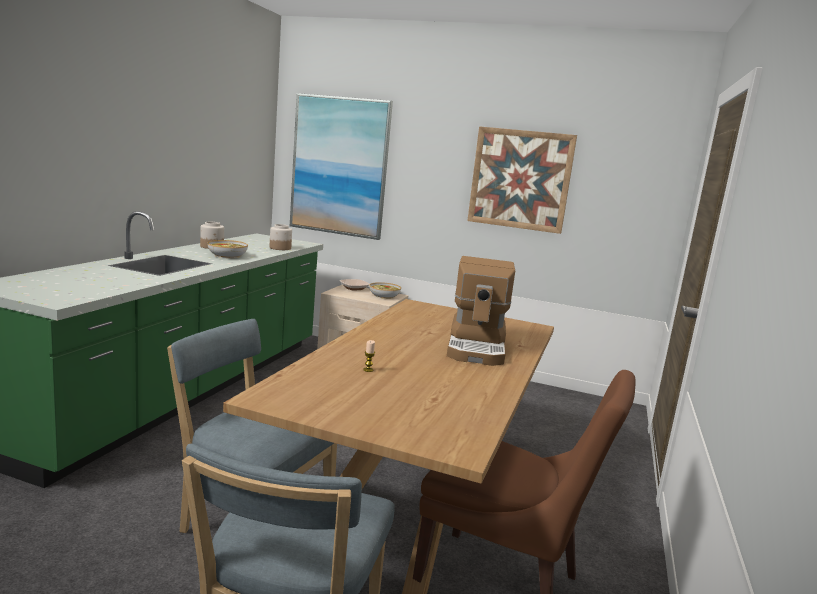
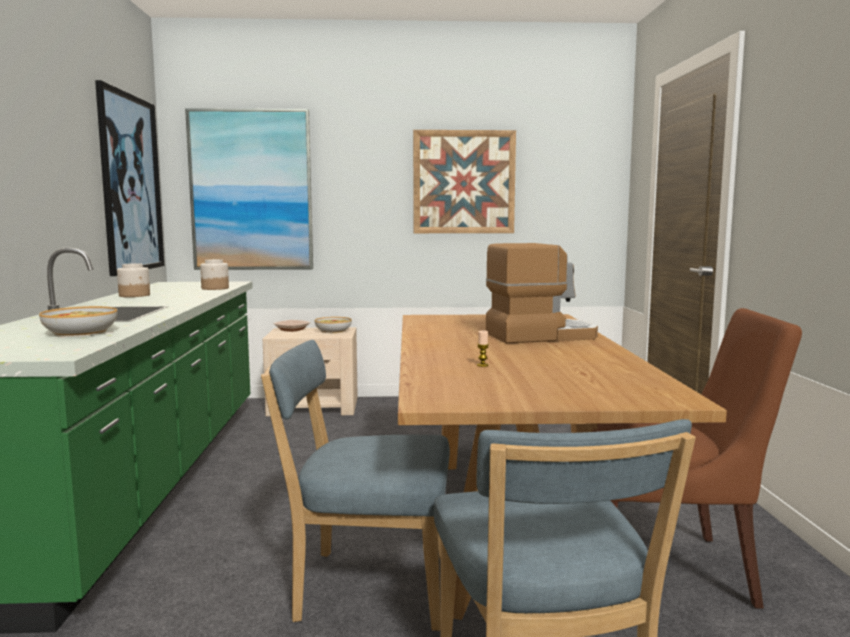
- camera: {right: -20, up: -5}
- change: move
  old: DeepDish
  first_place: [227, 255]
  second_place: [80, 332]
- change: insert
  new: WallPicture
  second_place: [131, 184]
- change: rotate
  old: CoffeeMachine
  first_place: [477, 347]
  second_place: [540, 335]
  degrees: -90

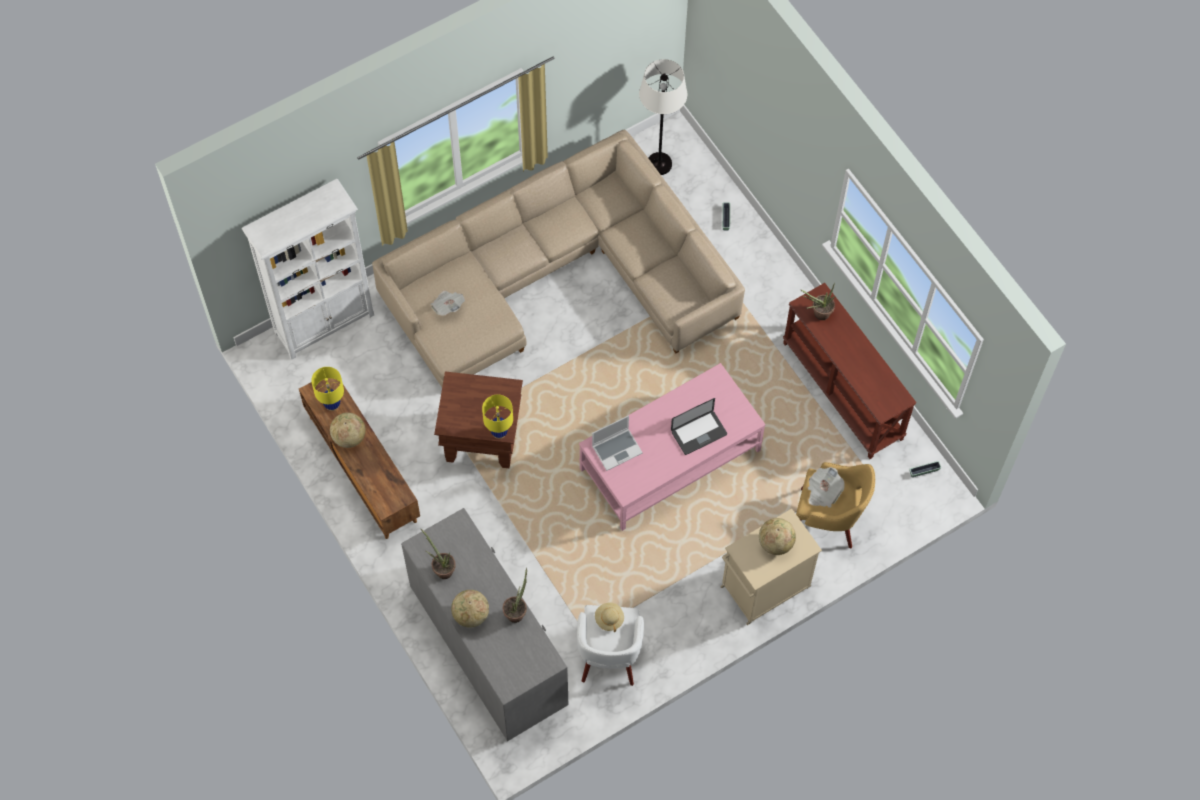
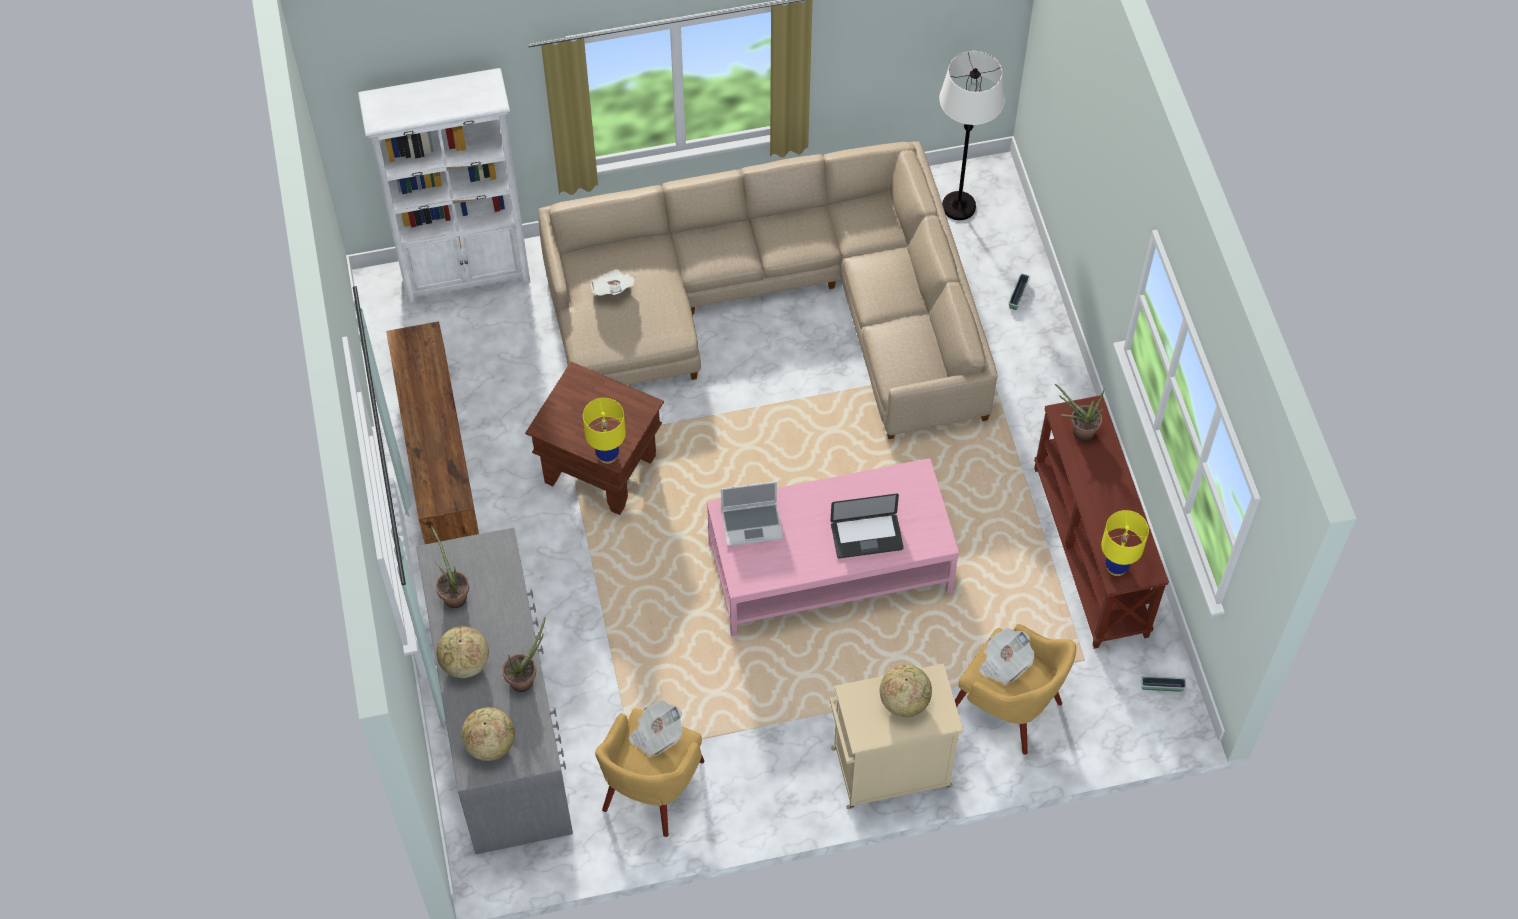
- camera: {right: 20, up: -5}
- change: move
  old: WorldGlobe
  first_place: [349, 437]
  second_place: [490, 744]
- change: recolor
  old: WhiteEasyChair
  new: YellowColouredEasyChair
  first_place: [609, 655]
  second_place: [651, 788]
- change: replace
  old: SandColouredHat
  new: PrintedPaper
  first_place: [609, 619]
  second_place: [656, 735]
- change: move
  old: YellowColouredTabletopLamp
  first_place: [332, 404]
  second_place: [1116, 567]

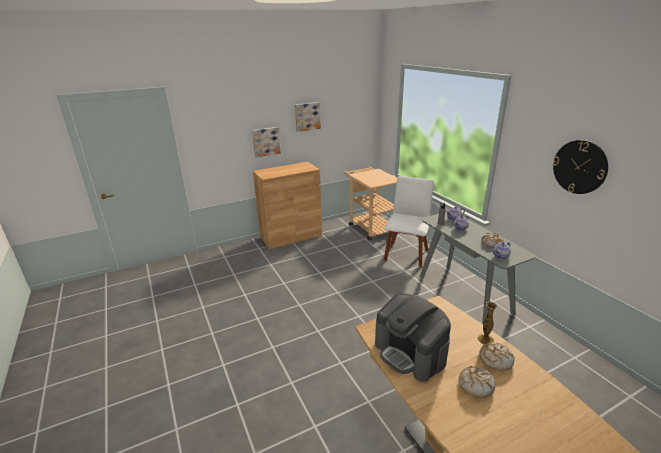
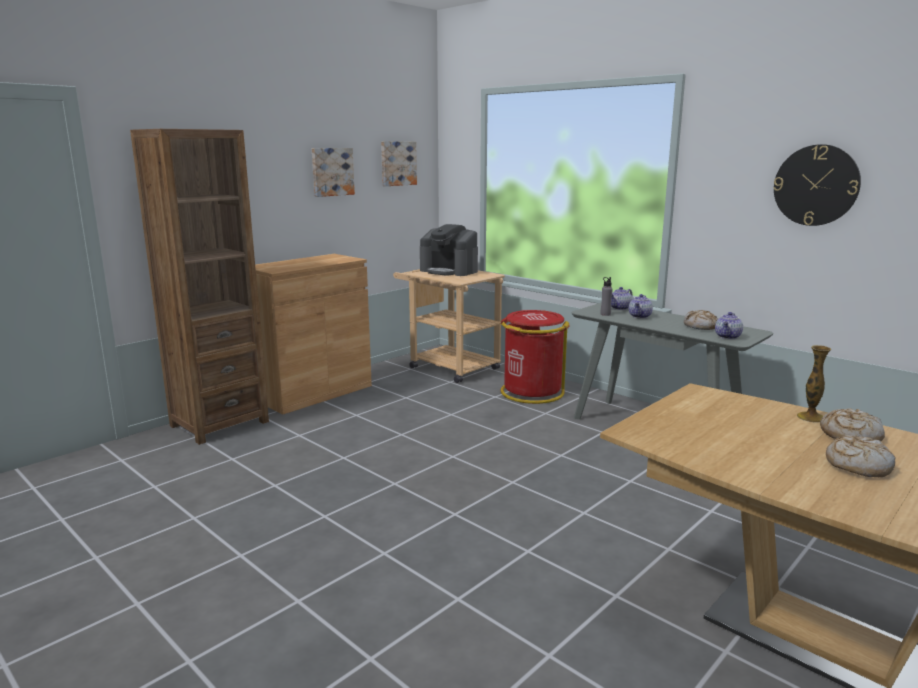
- camera: {right: -20, up: -10}
- change: insert
  new: BrownColouredBookcase
  second_place: [219, 424]
- change: move
  old: WallPicture
  first_place: [266, 141]
  second_place: [397, 163]
- change: move
  old: CoffeeMachine
  first_place: [410, 353]
  second_place: [449, 271]
- change: replace
  old: WhiteChair
  new: RedColouredWasteBin
  first_place: [406, 253]
  second_place: [531, 392]

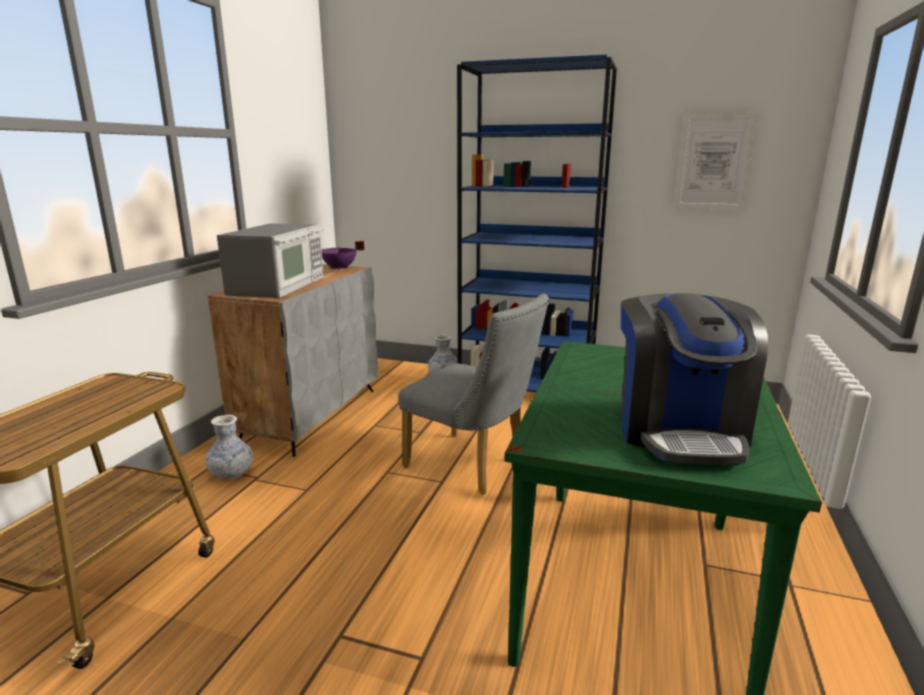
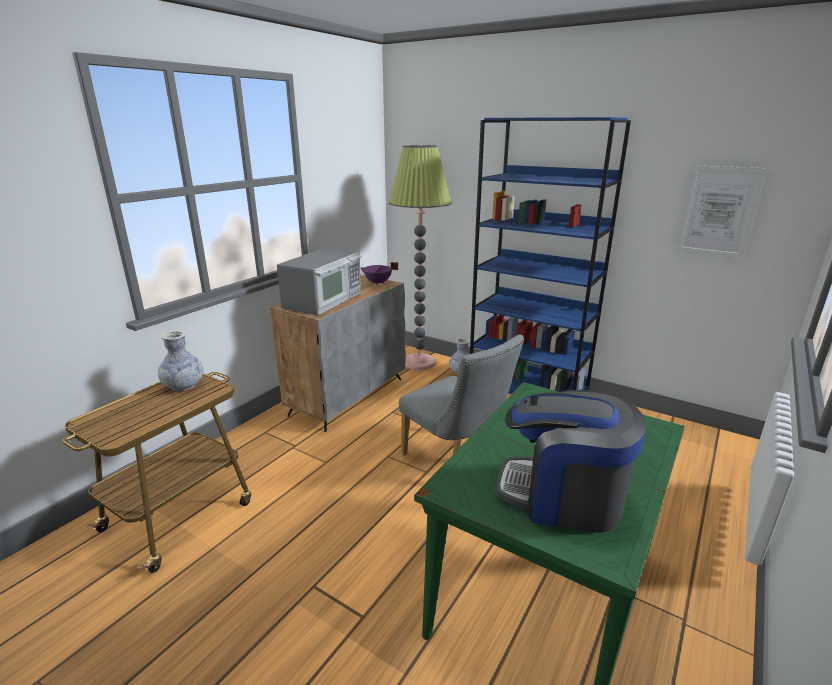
- camera: {right: 15, up: 5}
- change: move
  old: Vase
  first_place: [231, 473]
  second_place: [183, 385]
- change: insert
  new: StandingLamp
  second_place: [419, 363]
- change: rotate
  old: CoffeeMachine
  first_place: [679, 430]
  second_place: [562, 496]
  degrees: 90

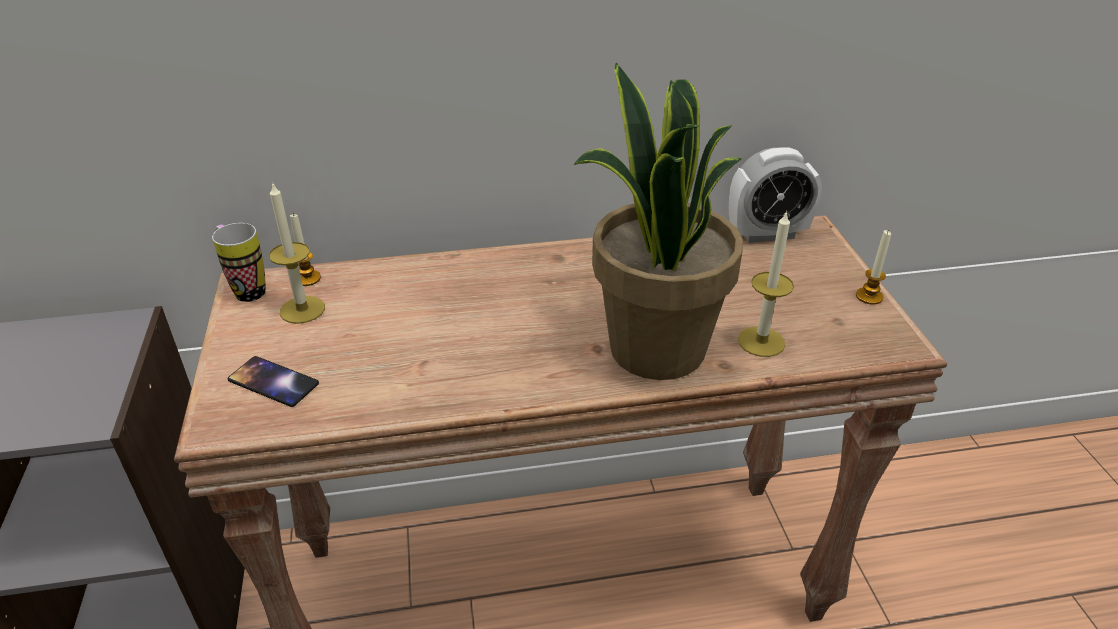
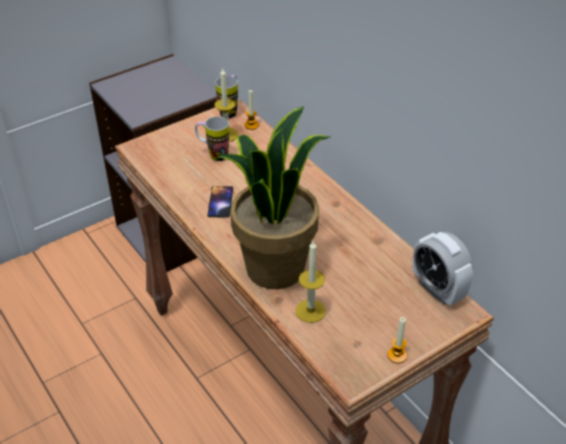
- camera: {right: 65, up: 5}
- change: insert
  new: CoffeeMug
  second_place: [213, 155]
- change: move
  old: Telephone
  first_place: [273, 382]
  second_place: [220, 202]

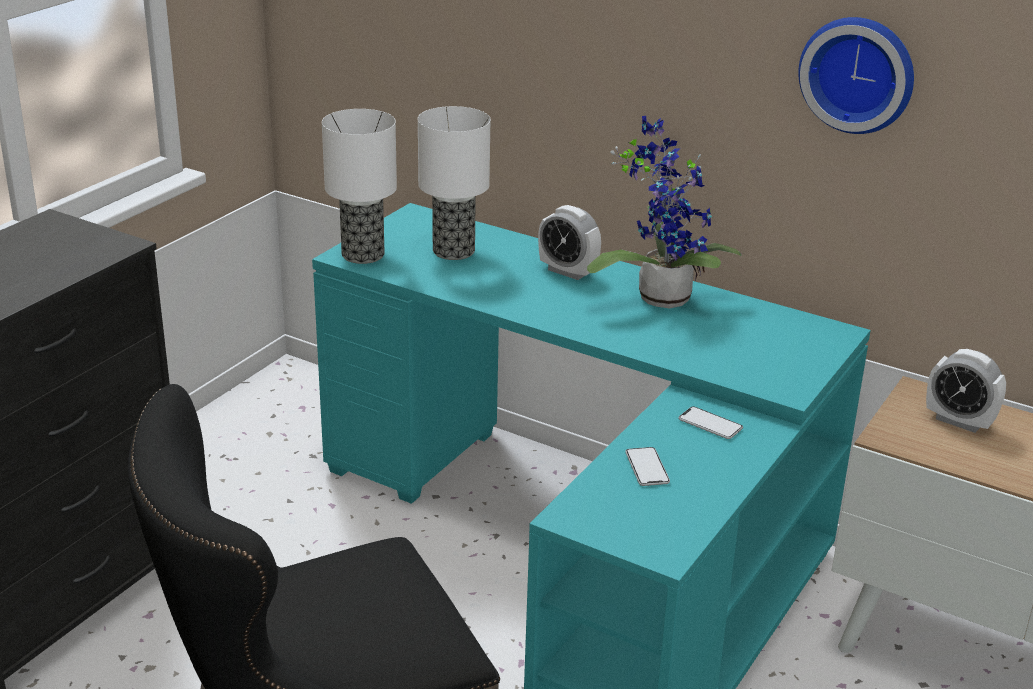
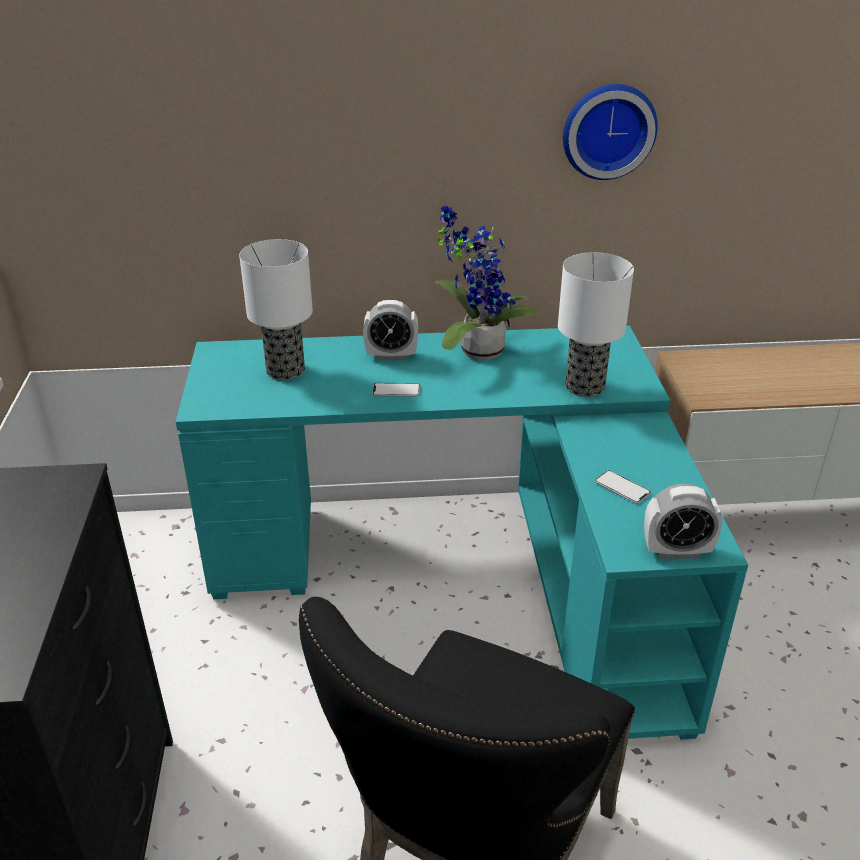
- camera: {right: -35, up: 5}
- change: move
  old: Telephone
  first_place: [710, 424]
  second_place: [396, 391]
- change: move
  old: TabletopLamp
  first_place: [364, 255]
  second_place: [585, 386]
- change: move
  old: BedsideClock
  first_place: [959, 421]
  second_place: [676, 551]

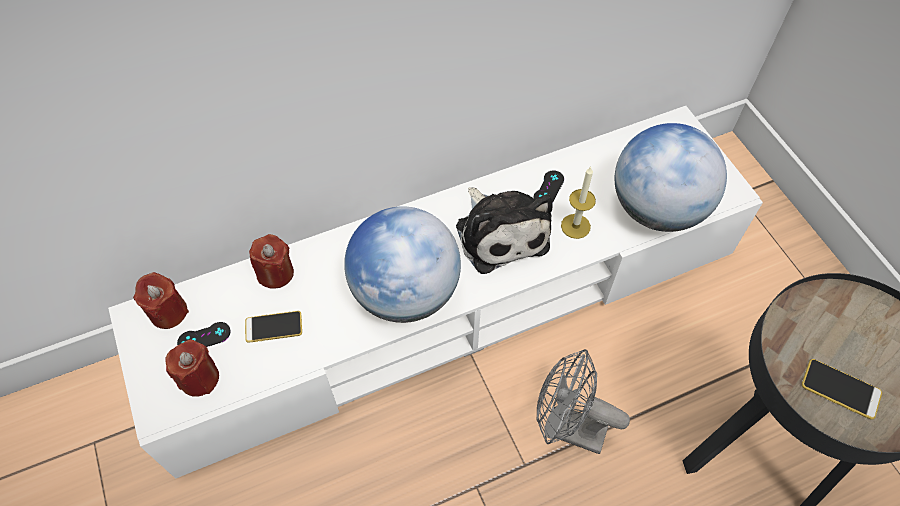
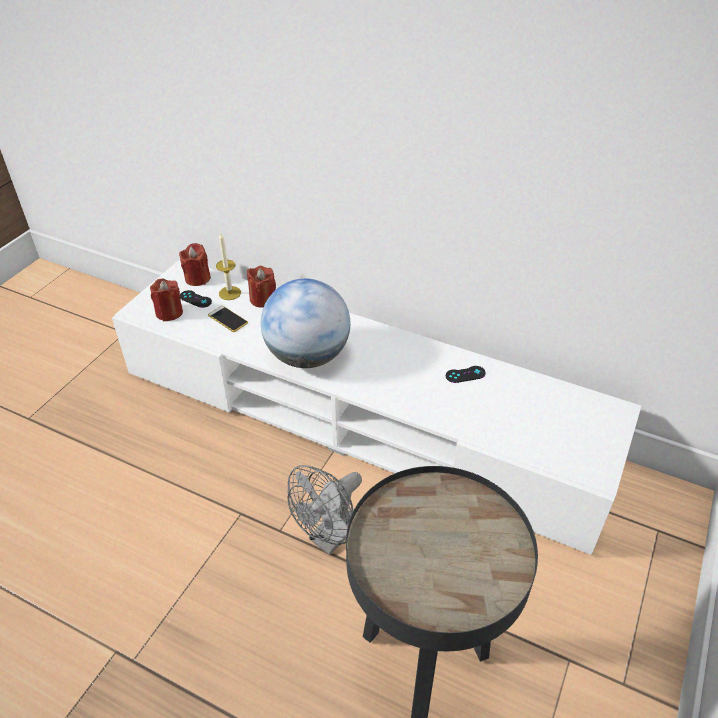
- camera: {right: 50, up: -15}
- change: move
  old: WaxLight
  first_place: [575, 226]
  second_place: [230, 293]
- change: rotate
  old: GreyishElectricFan
  first_place: [567, 428]
  second_place: [330, 538]
  degrees: -120
- change: delete
  old: PlushToy
  first_place: [500, 232]
- change: delete
  old: WorldGlobe
  first_place: [657, 209]
- change: delete
  old: Telephone
  first_place: [840, 389]

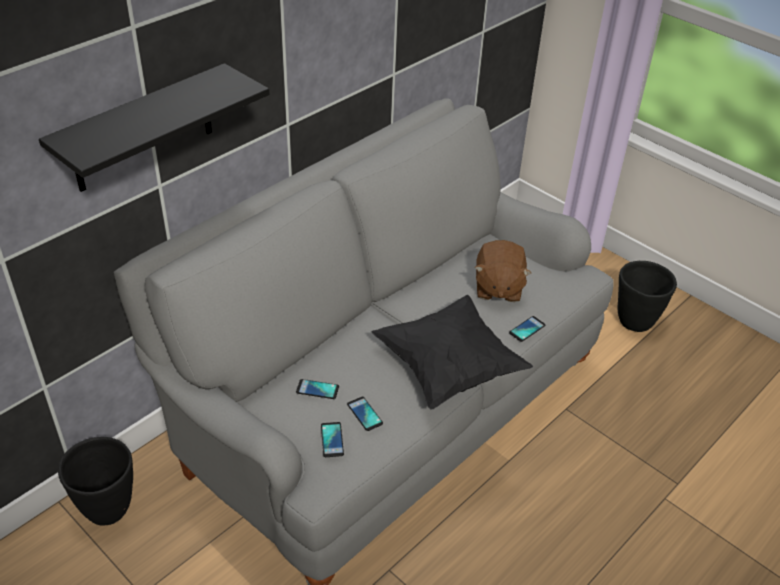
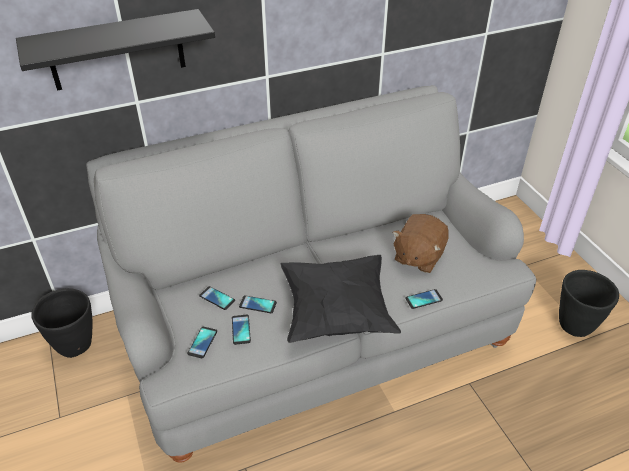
- camera: {right: 25, up: 0}
- change: insert
  new: Telephone
  second_place: [257, 305]

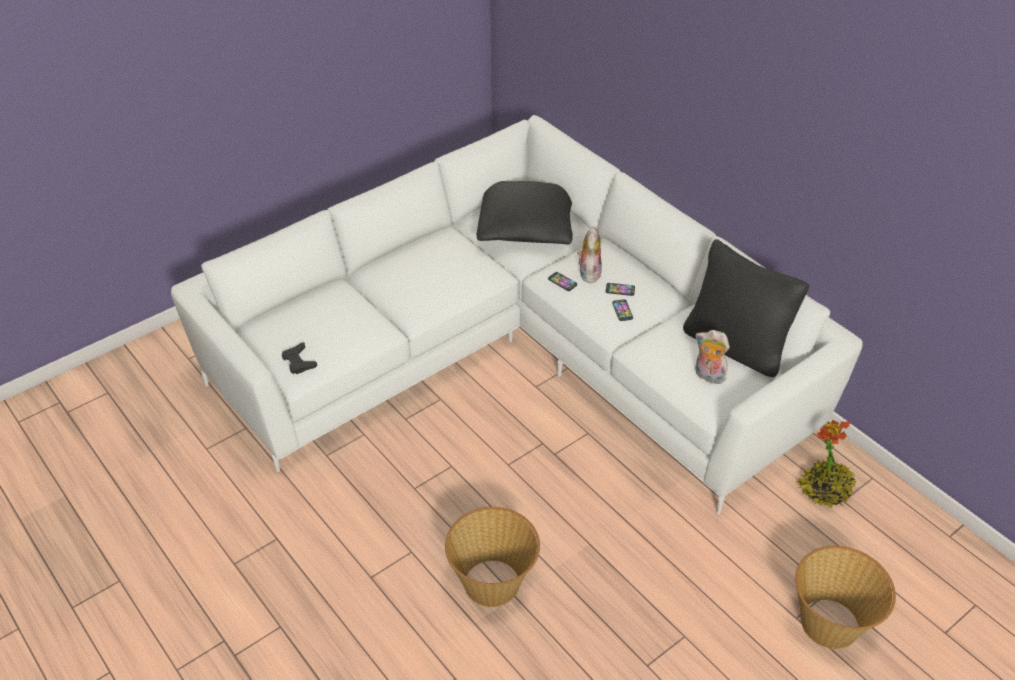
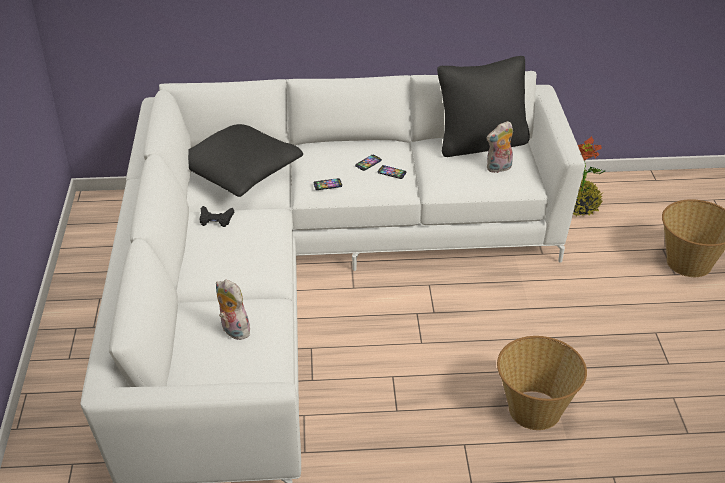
- camera: {right: -55, up: -5}
- change: move
  old: BlackJoypad
  first_place: [299, 362]
  second_place: [215, 219]
- change: move
  old: PlushToy
  first_place: [588, 273]
  second_place: [233, 330]

